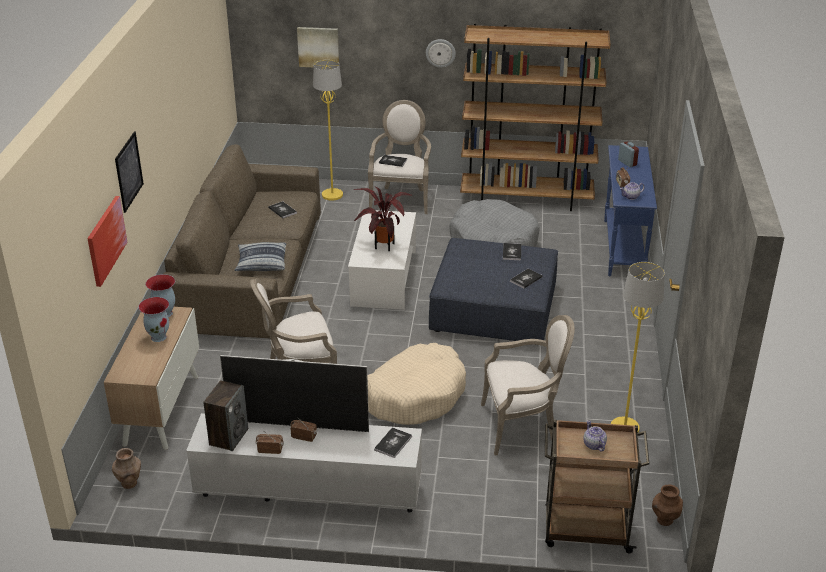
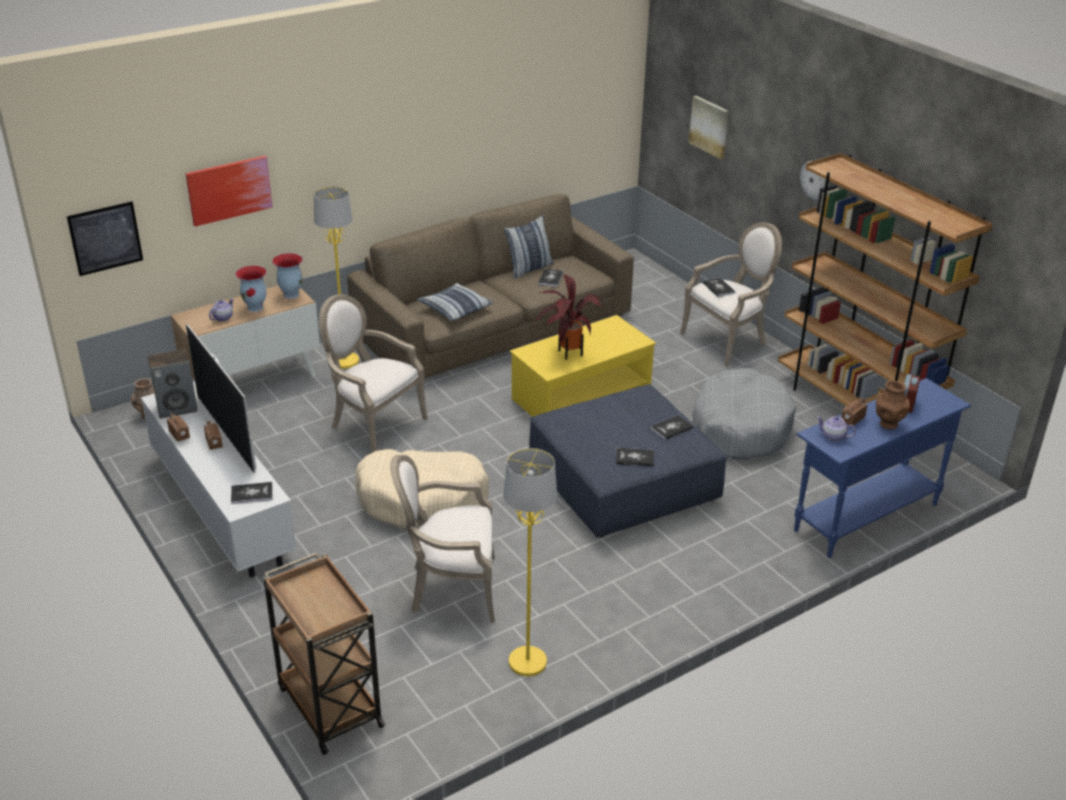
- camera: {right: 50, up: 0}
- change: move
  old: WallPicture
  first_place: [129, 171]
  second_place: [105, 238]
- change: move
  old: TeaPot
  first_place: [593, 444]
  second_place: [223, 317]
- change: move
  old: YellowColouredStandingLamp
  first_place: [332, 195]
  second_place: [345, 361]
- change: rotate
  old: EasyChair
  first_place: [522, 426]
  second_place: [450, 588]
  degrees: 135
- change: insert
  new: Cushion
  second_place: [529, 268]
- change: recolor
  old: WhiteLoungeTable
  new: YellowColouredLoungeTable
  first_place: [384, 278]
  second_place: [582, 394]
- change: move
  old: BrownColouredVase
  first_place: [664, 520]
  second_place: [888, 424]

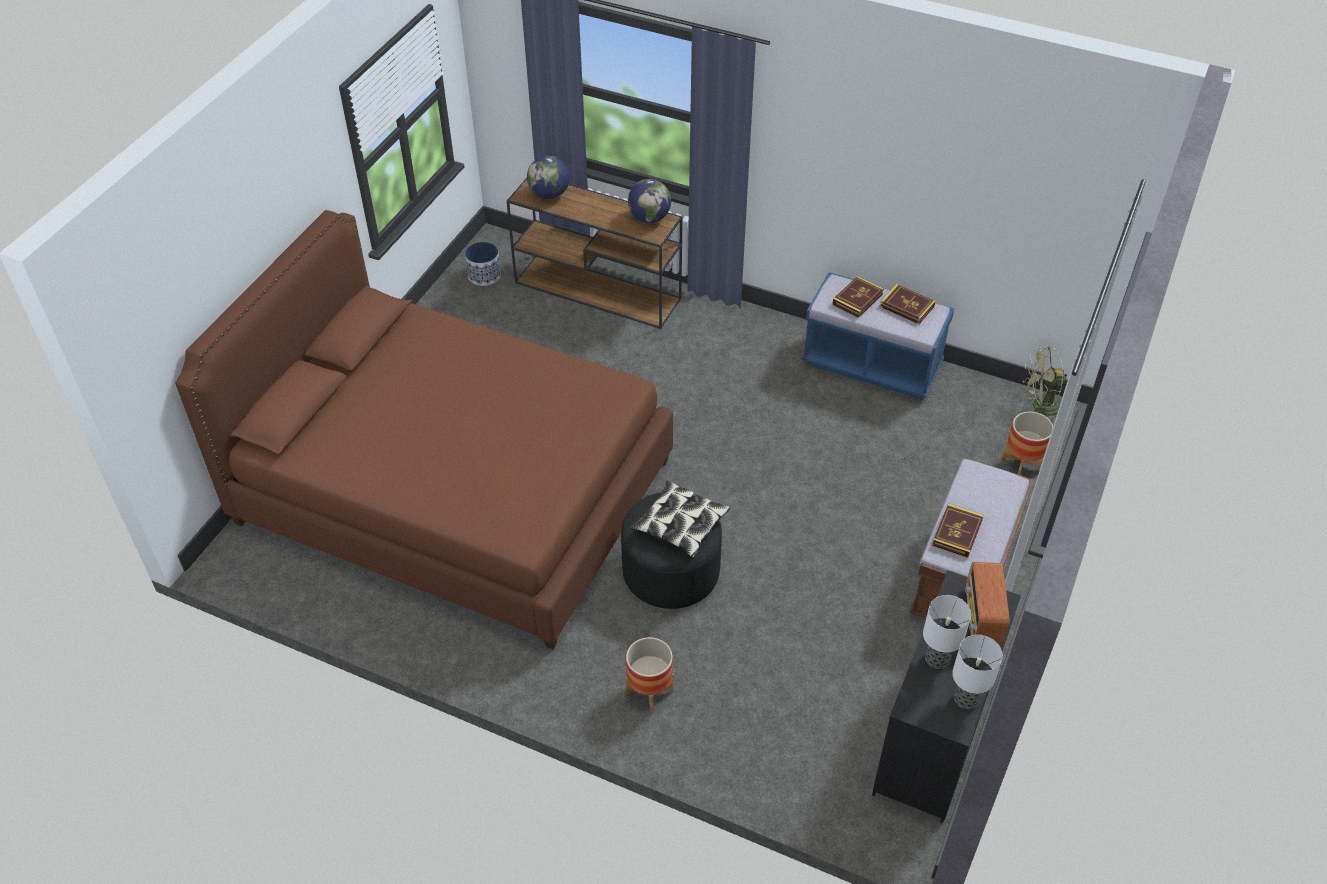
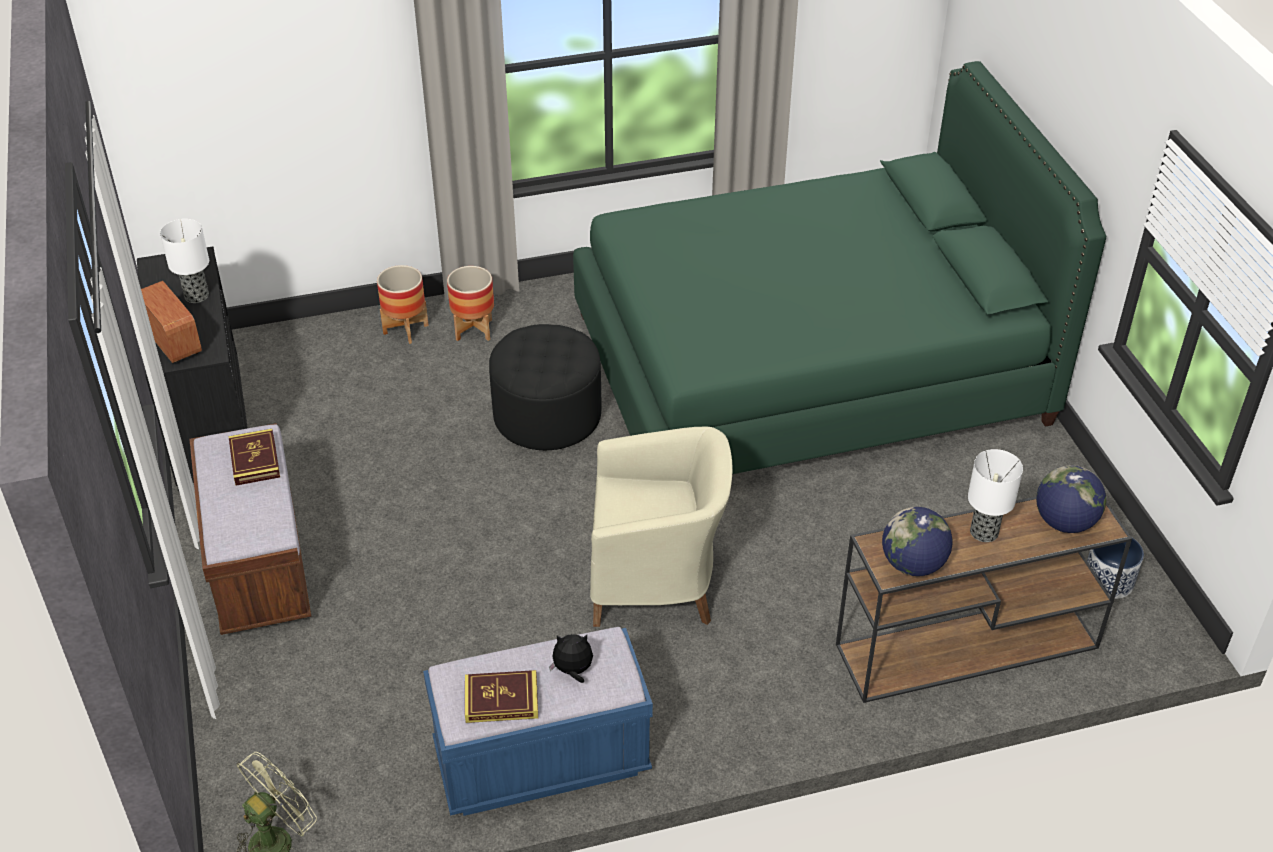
- camera: {right: 140, up: -5}
- change: move
  old: PlantPot
  first_place: [1021, 465]
  second_place: [406, 329]
- change: replace
  old: BoundBook
  new: PlushToy
  first_place: [857, 299]
  second_place: [573, 671]
- change: recolor
  old: BrownColouredBedroomBed
  new: GreenBedroomBed
  first_place: [455, 492]
  second_place: [808, 367]
- change: insert
  new: SandColouredEasyChair
  second_place: [657, 582]
- change: move
  old: TabletopLamp
  first_place: [967, 698]
  second_place: [983, 533]
- change: delete
  old: Cushion
  first_place: [680, 525]

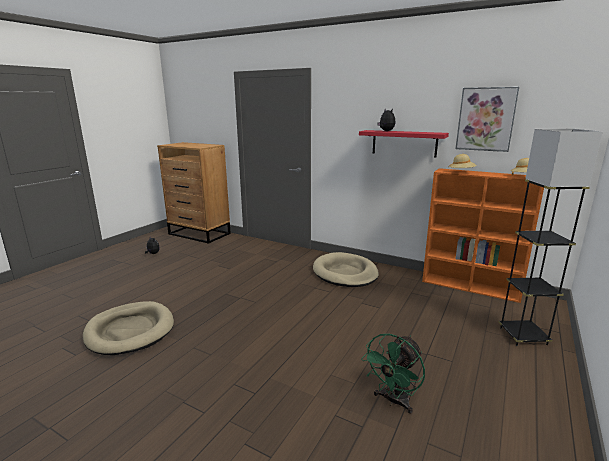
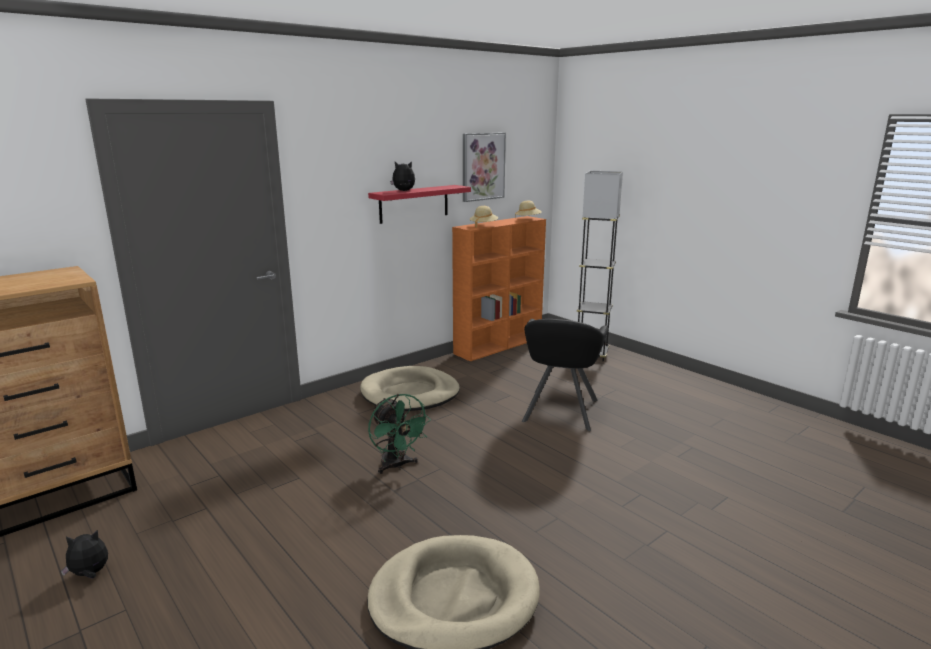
- camera: {right: -70, up: 0}
- change: move
  old: GreenElectricFan
  first_place: [393, 401]
  second_place: [396, 466]
- change: insert
  new: BlackEasyChair
  second_place: [560, 410]

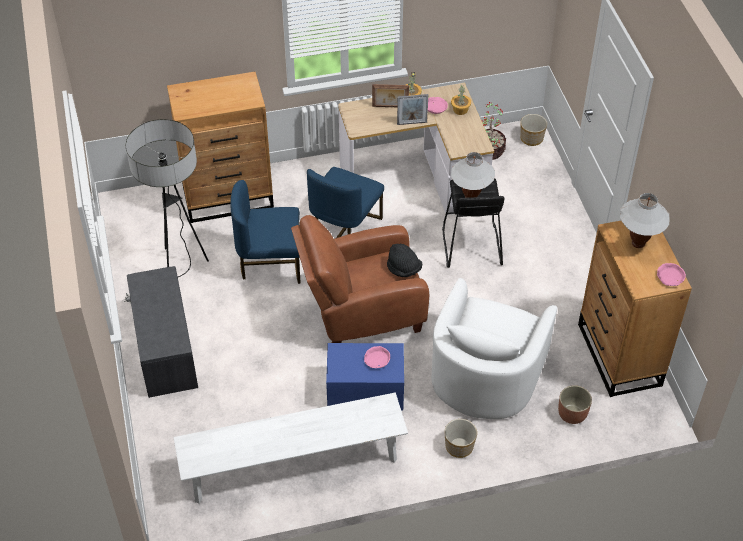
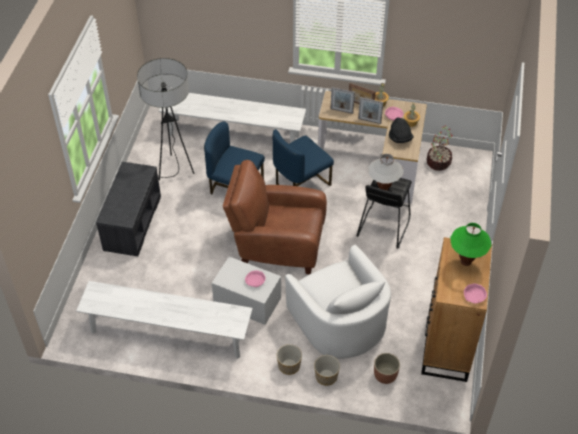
- camera: {right: 25, up: 0}
- change: replace
  old: BrownColouredDresser
  new: WhiteLongSeat
  first_place: [229, 198]
  second_place: [234, 135]
- change: recolor
  old: BluishStorageBin
  new: WhiteStorageBin
  first_place: [365, 390]
  second_place: [247, 301]
- change: rotate
  old: WhiteEasyChair
  first_place: [486, 373]
  second_place: [339, 321]
  degrees: -75
- change: move
  old: PlantPot
  first_place: [532, 138]
  second_place: [326, 376]
- change: insert
  new: StandingFrame
  second_place: [341, 111]
- change: move
  old: BlackHat
  first_place: [404, 269]
  second_place: [400, 138]
- change: recolor
  old: WhiteTabletopLamp
  new: GreenTabletopLamp
  first_place: [638, 243]
  second_place: [465, 262]

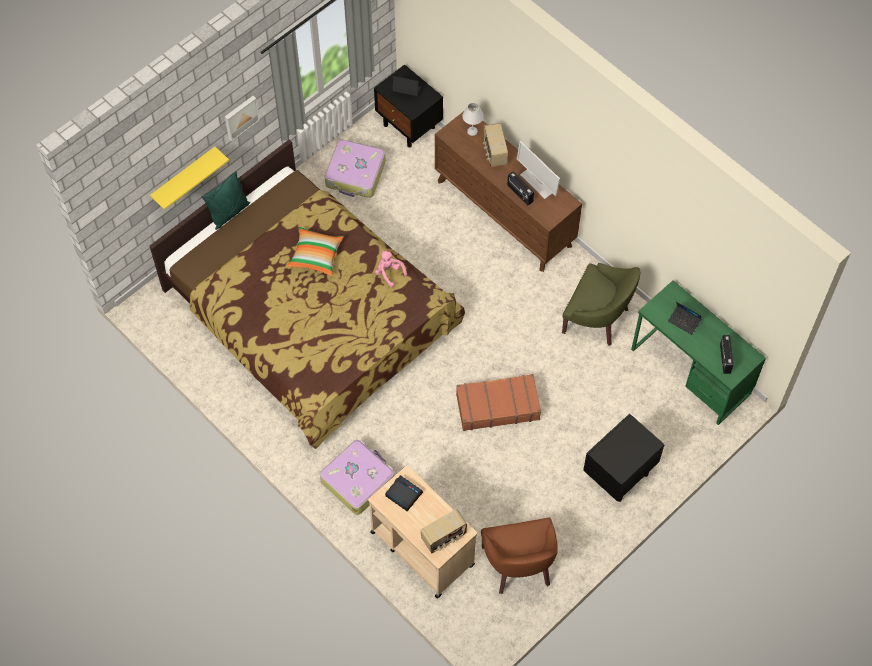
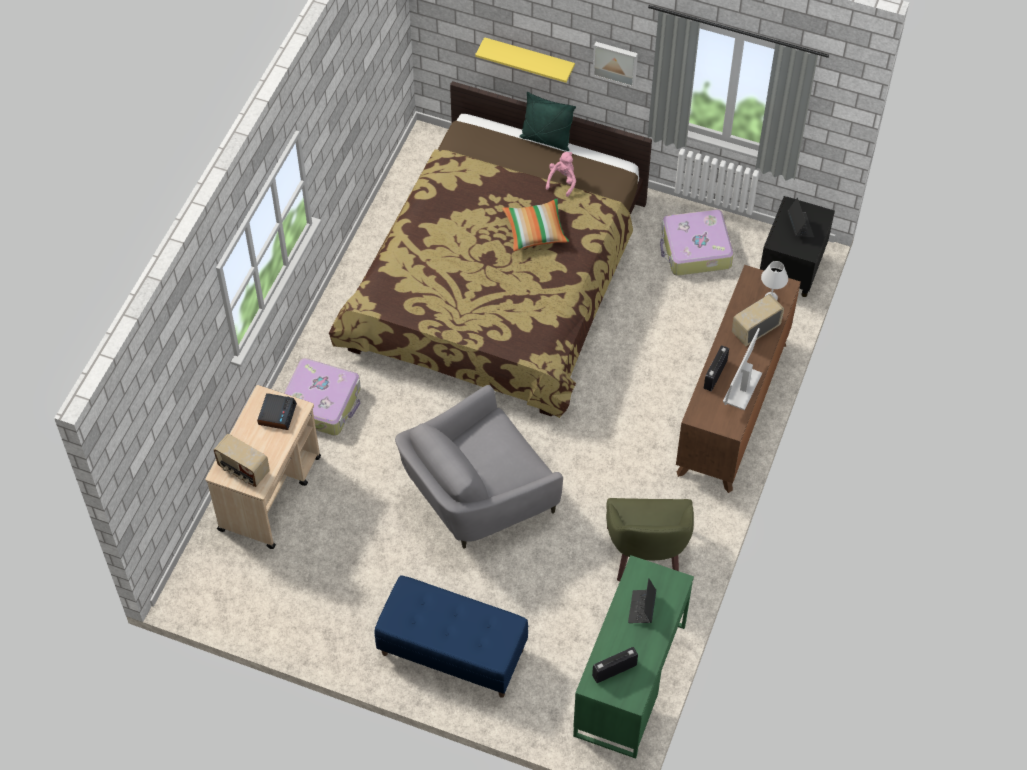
- camera: {right: 65, up: -5}
- change: replace
  old: BlackNightTable
  new: BluishLongSeat
  first_place: [618, 475]
  second_place: [451, 652]
- change: replace
  old: BrownColouredSuitcase
  new: GreyishEasyChair
  first_place: [497, 406]
  second_place: [477, 497]
- change: move
  old: PinkPlushToy
  first_place: [389, 273]
  second_place: [562, 181]
- change: delete
  old: BrownColouredEasyChair
  first_place: [519, 566]

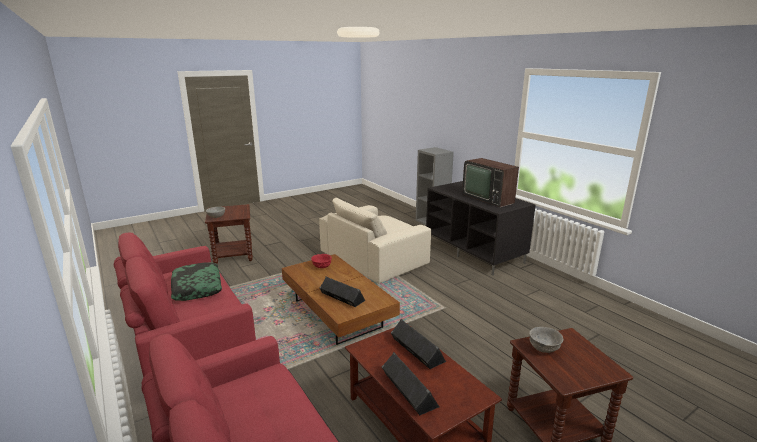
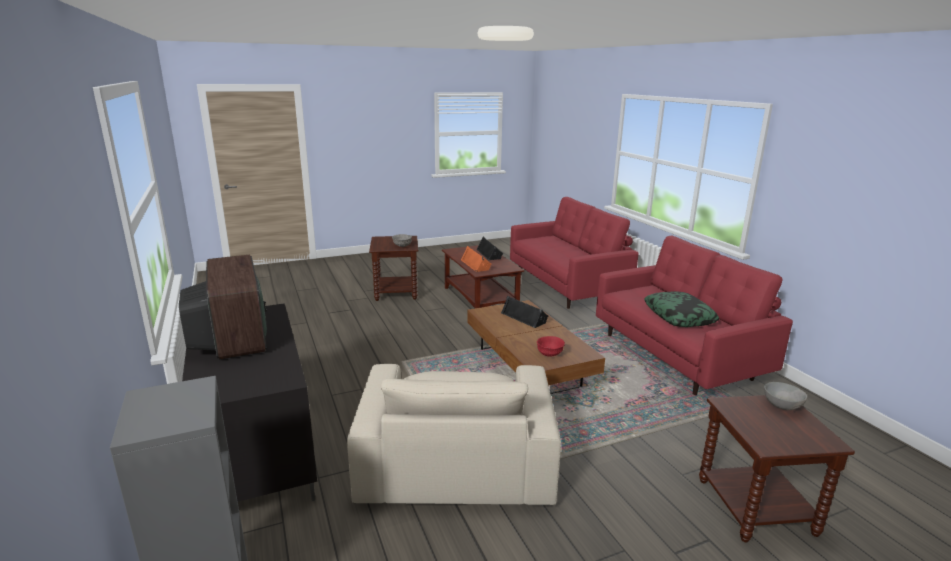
- camera: {right: -170, up: 0}
- change: rotate
  old: SandColouredEasyChair
  first_place: [374, 257]
  second_place: [455, 459]
  degrees: 120
- change: recolor
  old: BlackLoudspeaker
  new: OrangeColouredLoudspeaker
  first_place: [416, 351]
  second_place: [476, 264]

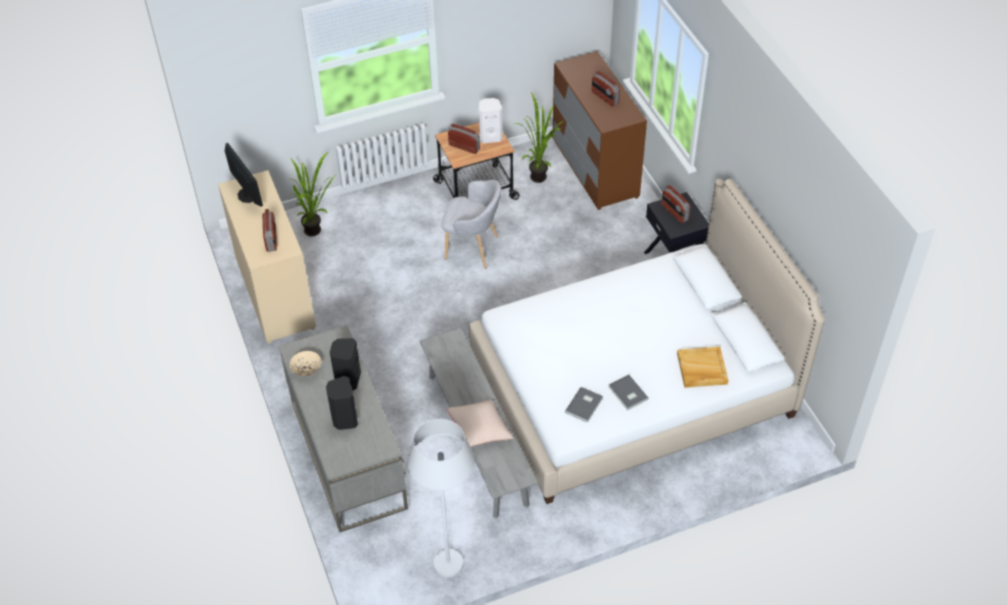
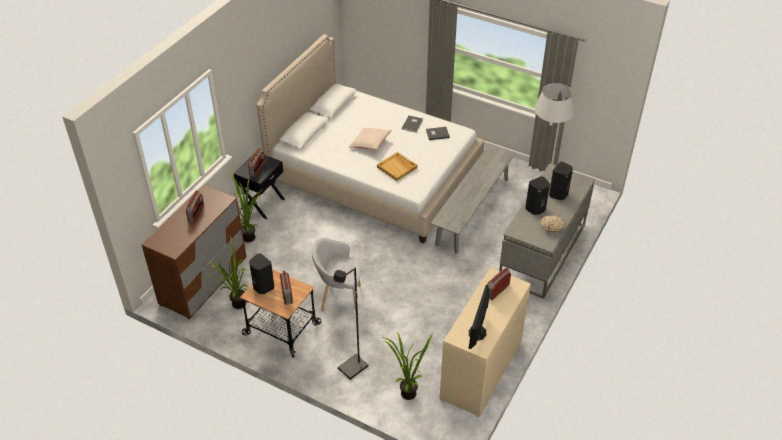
- camera: {right: -130, up: -5}
- change: insert
  new: Houseplant
  second_place: [248, 236]
- change: recolor
  old: WhiteLoudspeaker
  new: BlackLoudspeaker
  first_place: [490, 136]
  second_place: [262, 287]
- change: rotate
  old: GreyishEasyChair
  first_place: [473, 249]
  second_place: [339, 296]
  degrees: -60
- change: insert
  new: BlackStandingLamp
  second_place: [353, 368]
- change: move
  old: SandColouredCushion
  first_place: [480, 429]
  second_place: [370, 143]
- change: move
  old: SandColouredServingTray
  first_place: [701, 369]
  second_place: [397, 167]

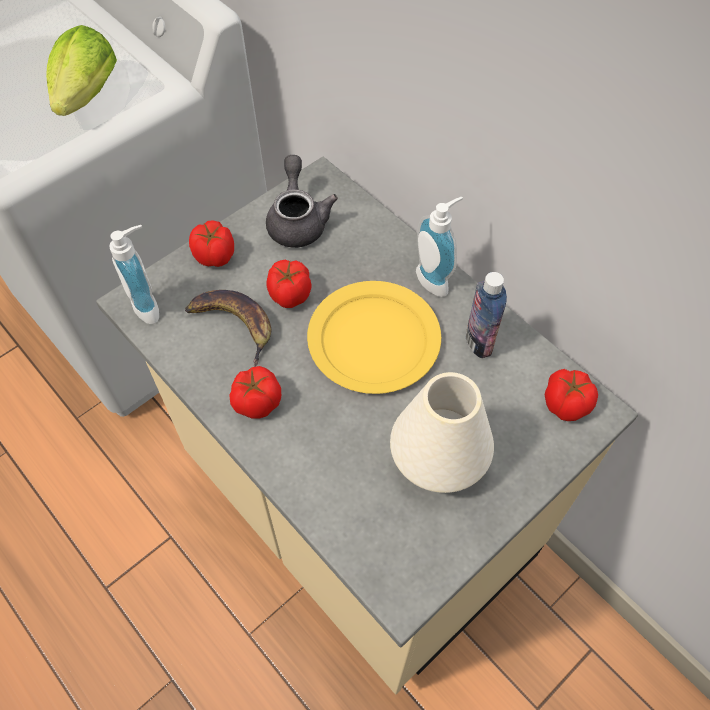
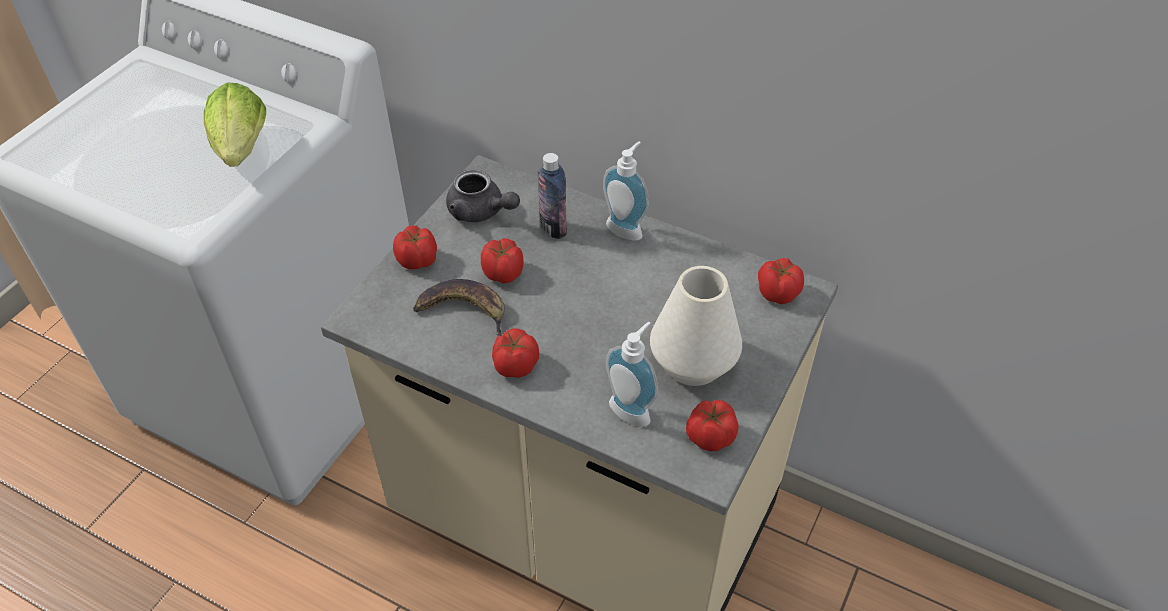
- camera: {right: -20, up: -10}
- change: rotate
  old: GreyishTeaPot
  first_place: [298, 220]
  second_place: [481, 212]
  degrees: 150
- change: move
  old: BeverageBottle
  first_place: [478, 342]
  second_place: [553, 228]
- change: move
  old: SoapBottle
  first_place: [151, 305]
  second_place: [633, 408]
- change: insert
  new: Tomato
  second_place: [709, 437]
- change: delete
  old: YellowColouredPlate
  first_place: [372, 340]

